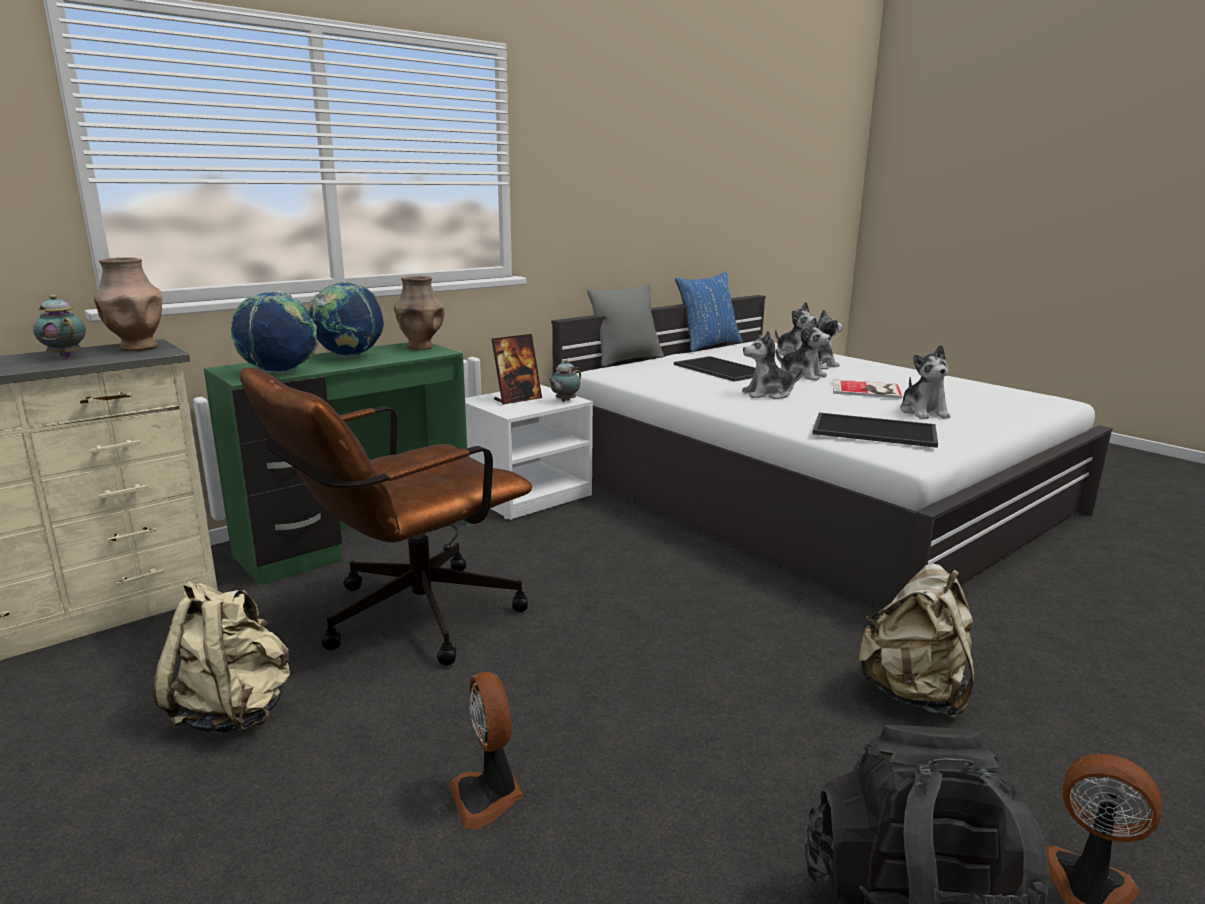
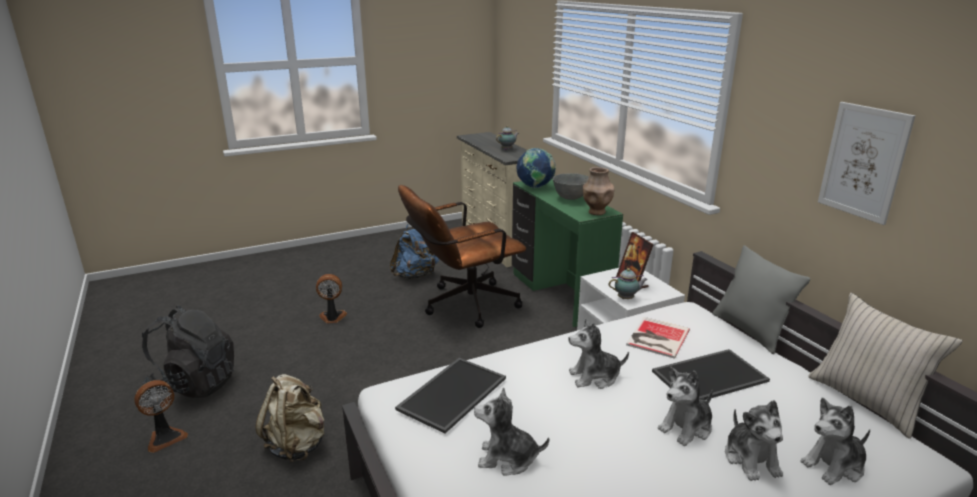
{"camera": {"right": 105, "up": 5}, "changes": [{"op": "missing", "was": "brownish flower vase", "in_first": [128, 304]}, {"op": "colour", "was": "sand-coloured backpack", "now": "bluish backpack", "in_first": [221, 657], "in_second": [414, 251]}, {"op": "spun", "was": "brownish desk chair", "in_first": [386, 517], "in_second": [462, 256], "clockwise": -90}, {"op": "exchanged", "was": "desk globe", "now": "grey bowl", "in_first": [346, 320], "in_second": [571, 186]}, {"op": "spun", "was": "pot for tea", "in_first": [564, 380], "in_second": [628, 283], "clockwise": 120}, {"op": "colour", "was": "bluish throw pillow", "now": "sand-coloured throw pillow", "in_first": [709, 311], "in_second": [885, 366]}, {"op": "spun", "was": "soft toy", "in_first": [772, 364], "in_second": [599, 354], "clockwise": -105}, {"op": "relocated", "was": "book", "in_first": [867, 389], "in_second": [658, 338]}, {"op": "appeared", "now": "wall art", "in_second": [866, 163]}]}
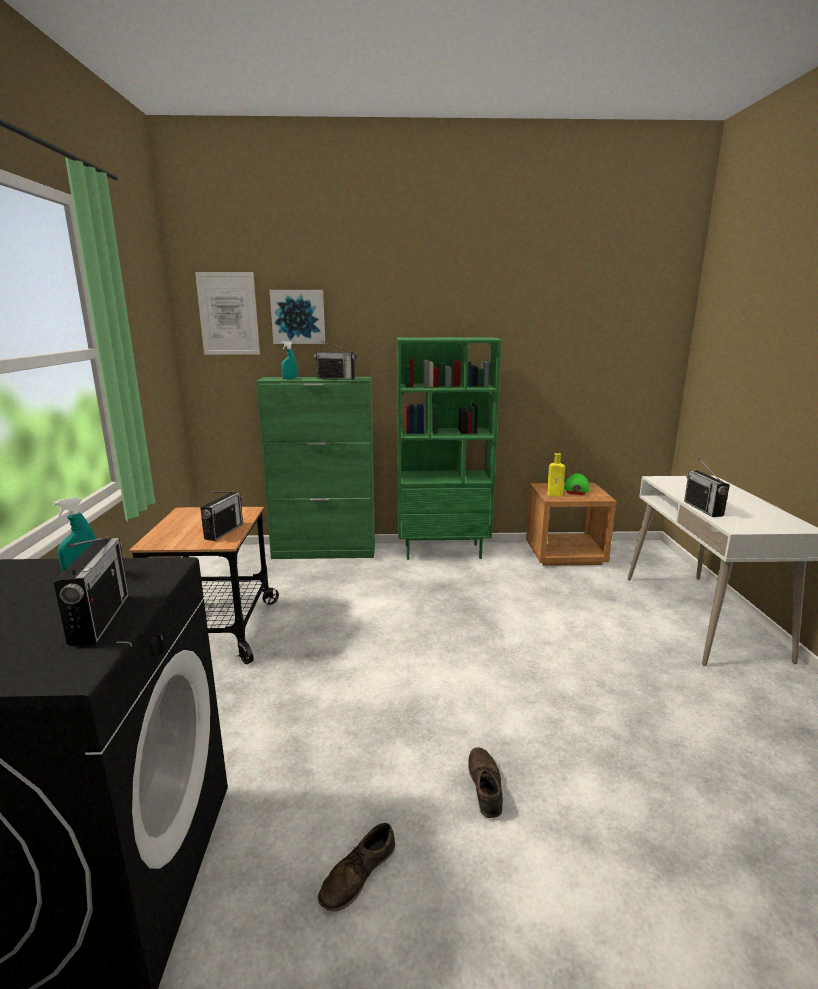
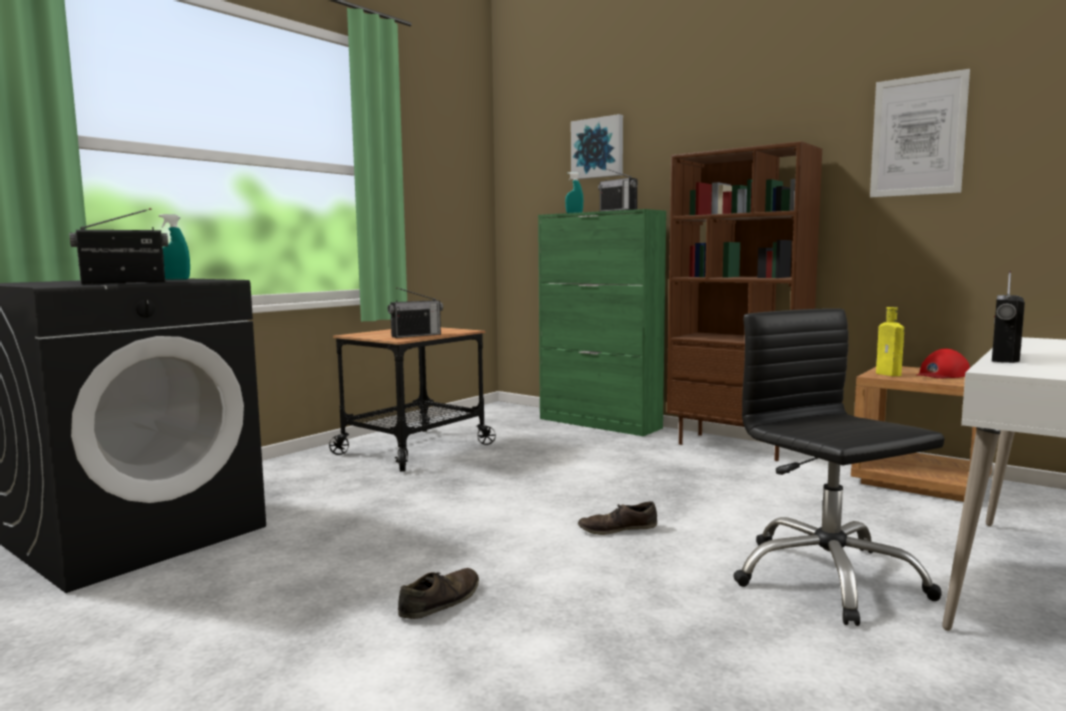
{"camera": {"right": 40, "up": -10}, "changes": [{"op": "spun", "was": "radio set", "in_first": [91, 591], "in_second": [119, 246], "clockwise": -150}, {"op": "relocated", "was": "wall art", "in_first": [227, 313], "in_second": [920, 133]}, {"op": "relocated", "was": "brownish shoe", "in_first": [356, 867], "in_second": [617, 518]}, {"op": "colour", "was": "green-coloured bookshelf", "now": "brownish bookshelf", "in_first": [449, 448], "in_second": [744, 301]}, {"op": "colour", "was": "green-coloured baseball cap", "now": "reddish baseball cap", "in_first": [576, 484], "in_second": [943, 364]}, {"op": "appeared", "now": "black-coloured desk chair", "in_second": [839, 467]}]}
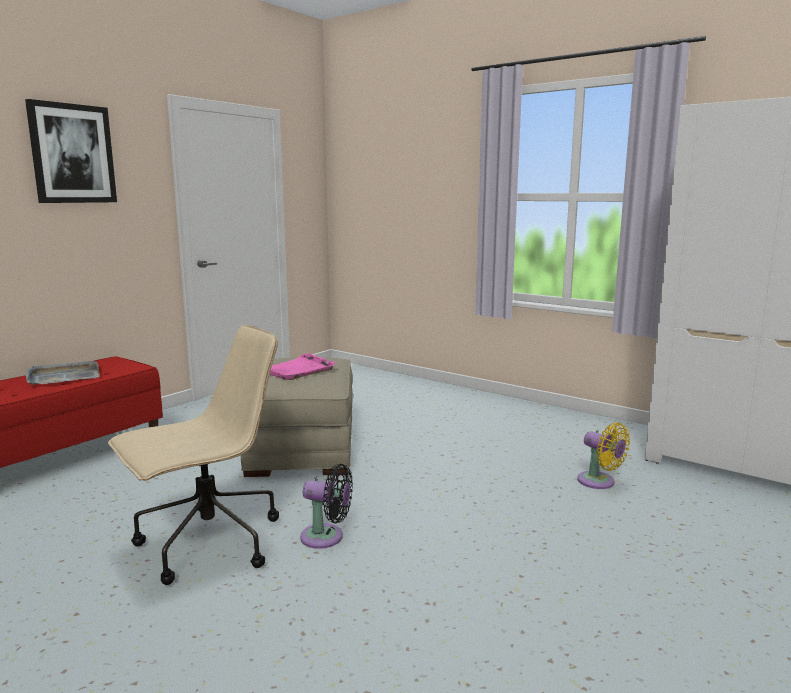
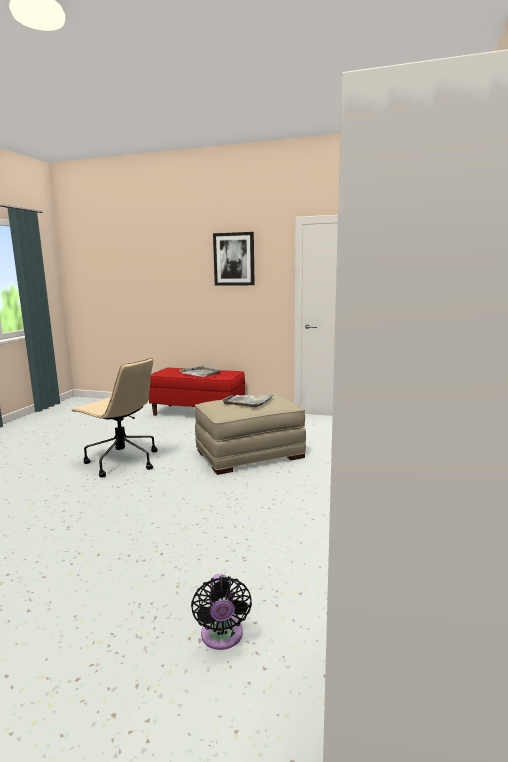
{"camera": {"right": 70, "up": 0}, "changes": [{"op": "colour", "was": "pink carrying tray", "now": "grey carrying tray", "in_first": [303, 366], "in_second": [247, 401]}, {"op": "relocated", "was": "black-coloured fan", "in_first": [326, 506], "in_second": [221, 612]}, {"op": "missing", "was": "yellow fan", "in_first": [603, 455]}]}
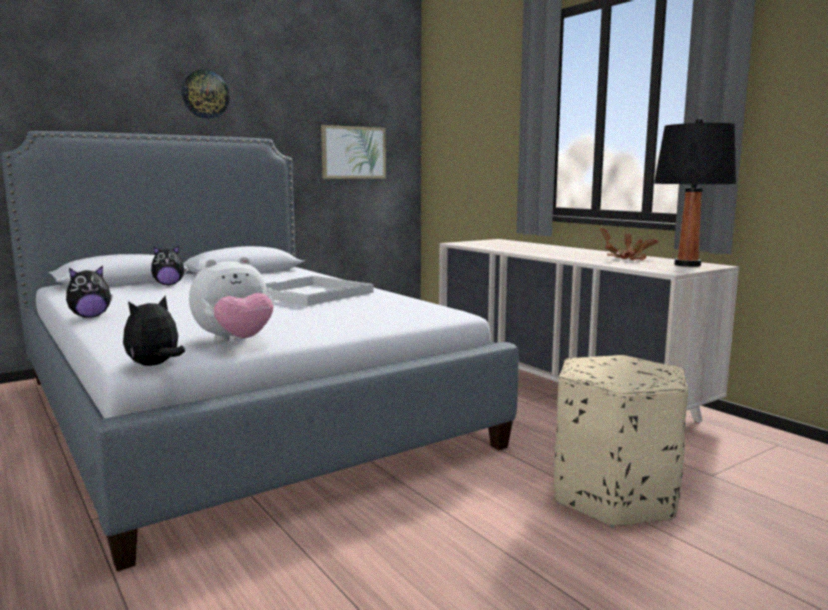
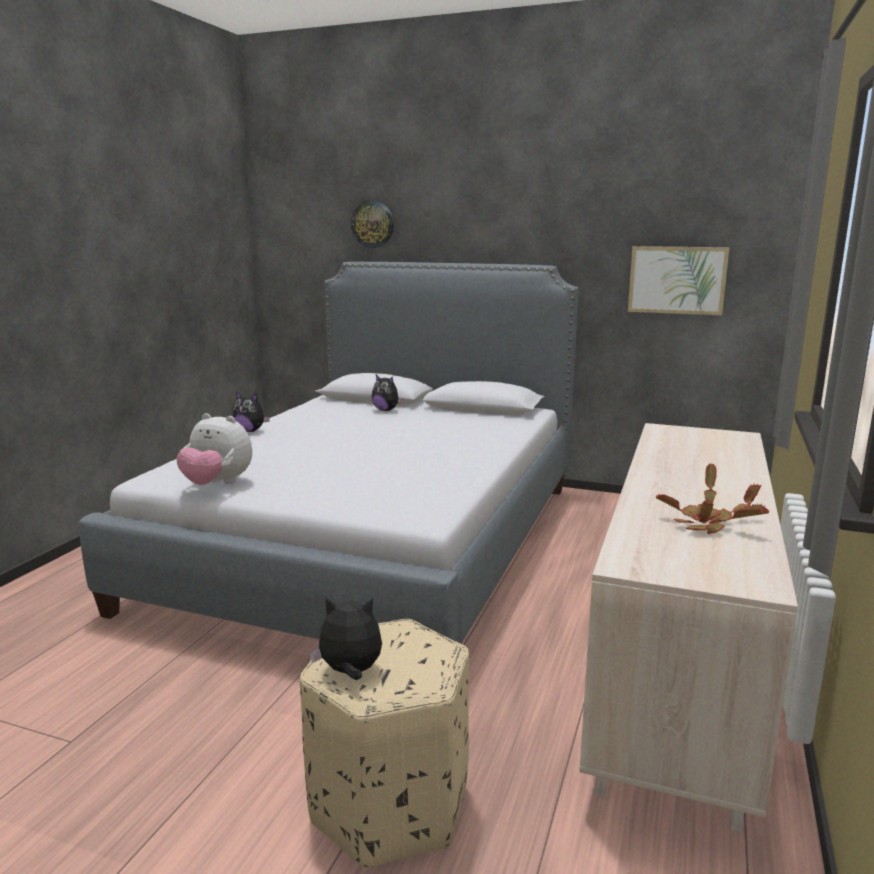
{"camera": {"right": 55, "up": 5}, "changes": [{"op": "relocated", "was": "soft toy", "in_first": [154, 331], "in_second": [346, 638]}, {"op": "relocated", "was": "clock on the wall", "in_first": [206, 94], "in_second": [372, 224]}, {"op": "missing", "was": "whitish carrying tray", "in_first": [319, 291]}, {"op": "missing", "was": "black-coloured lamp for a table", "in_first": [695, 192]}]}
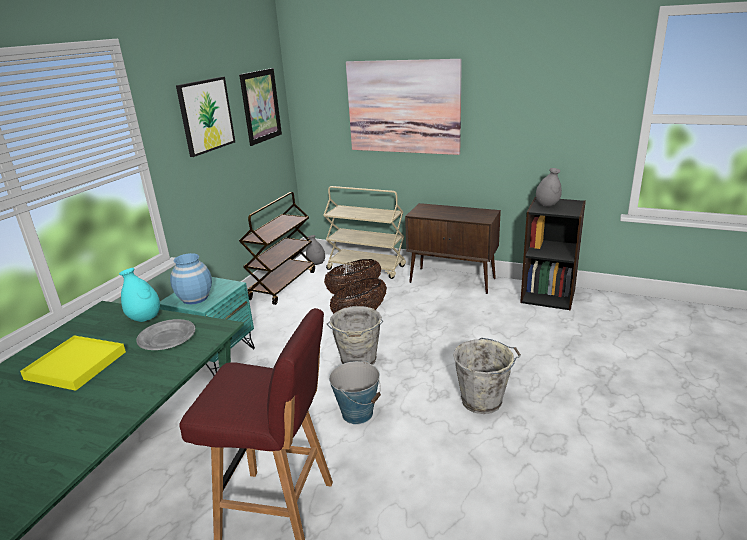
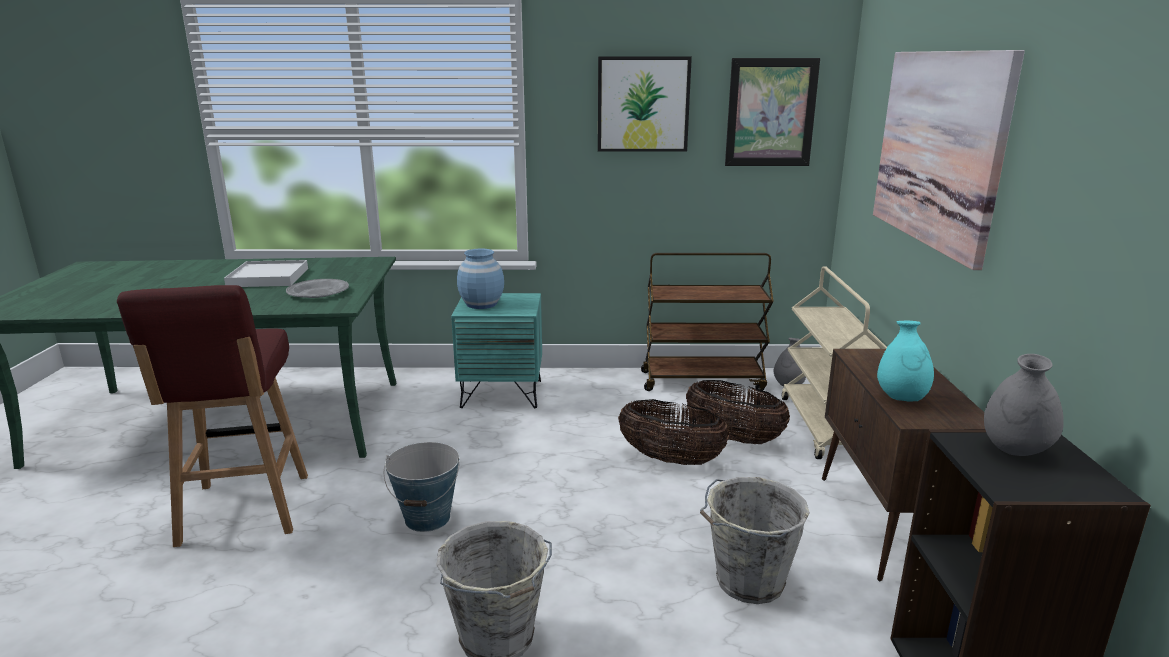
{"camera": {"right": 65, "up": -5}, "changes": [{"op": "colour", "was": "yellow carrying tray", "now": "whitish carrying tray", "in_first": [73, 363], "in_second": [266, 273]}, {"op": "relocated", "was": "turquoise flower vase", "in_first": [139, 295], "in_second": [905, 361]}, {"op": "relocated", "was": "grey water bucket", "in_first": [355, 335], "in_second": [755, 540]}]}
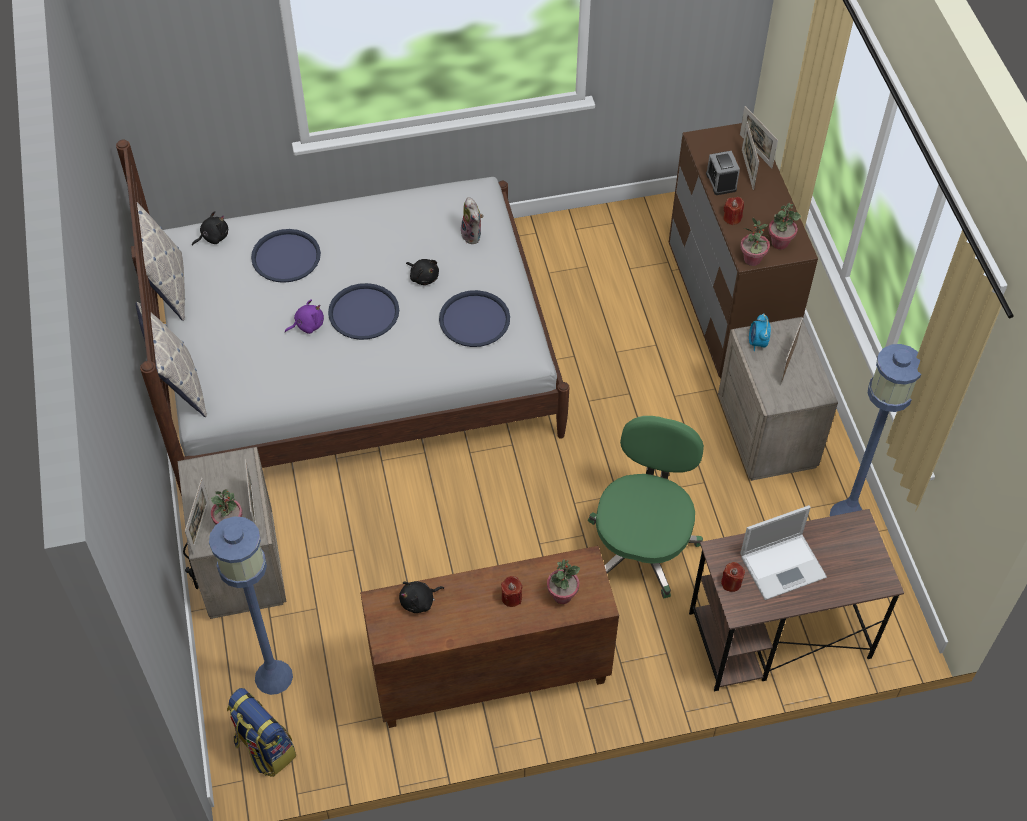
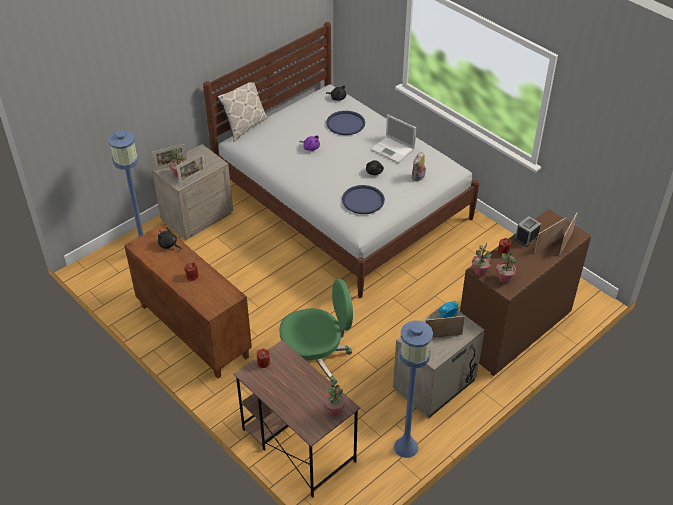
{"camera": {"right": 60, "up": -10}, "changes": [{"op": "missing", "was": "throw pillow", "in_first": [159, 261]}, {"op": "missing", "was": "backpack", "in_first": [261, 732]}, {"op": "missing", "was": "bluish carrying tray", "in_first": [363, 311]}, {"op": "relocated", "was": "houseplant", "in_first": [563, 581], "in_second": [334, 400]}, {"op": "relocated", "was": "laptop", "in_first": [783, 552], "in_second": [393, 139]}]}
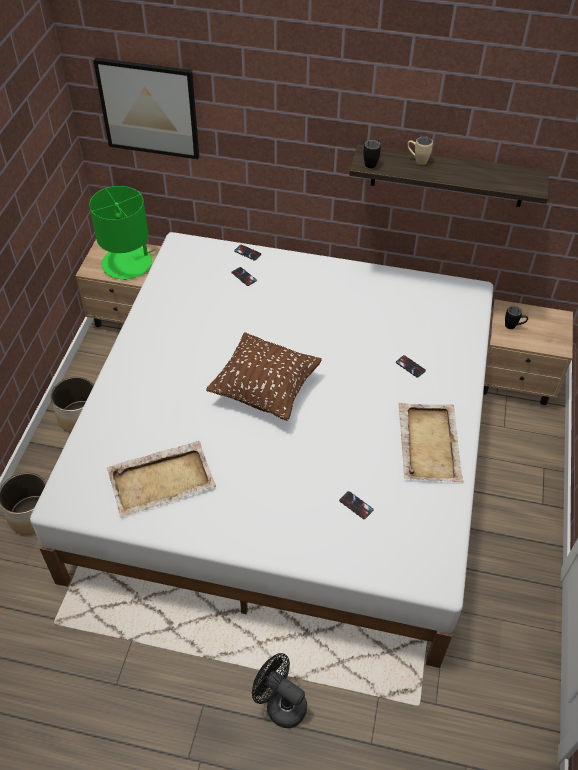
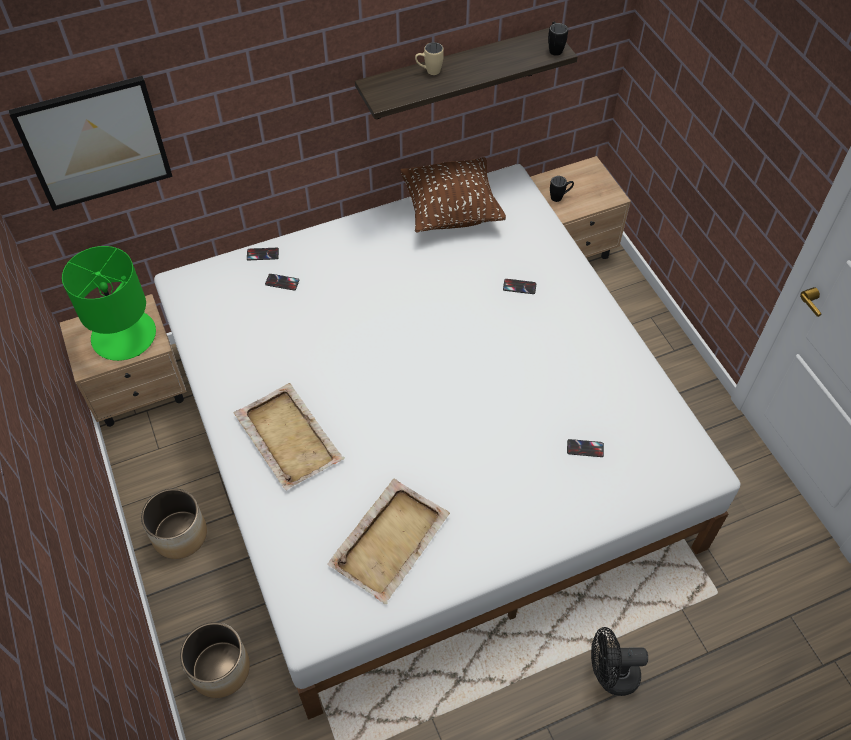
{"camera": {"right": -35, "up": 5}, "changes": [{"op": "relocated", "was": "brownish throw pillow", "in_first": [264, 376], "in_second": [453, 195]}, {"op": "relocated", "was": "black-coloured mug", "in_first": [372, 153], "in_second": [558, 38]}, {"op": "relocated", "was": "sand-coloured carrying tray", "in_first": [431, 443], "in_second": [289, 436]}]}
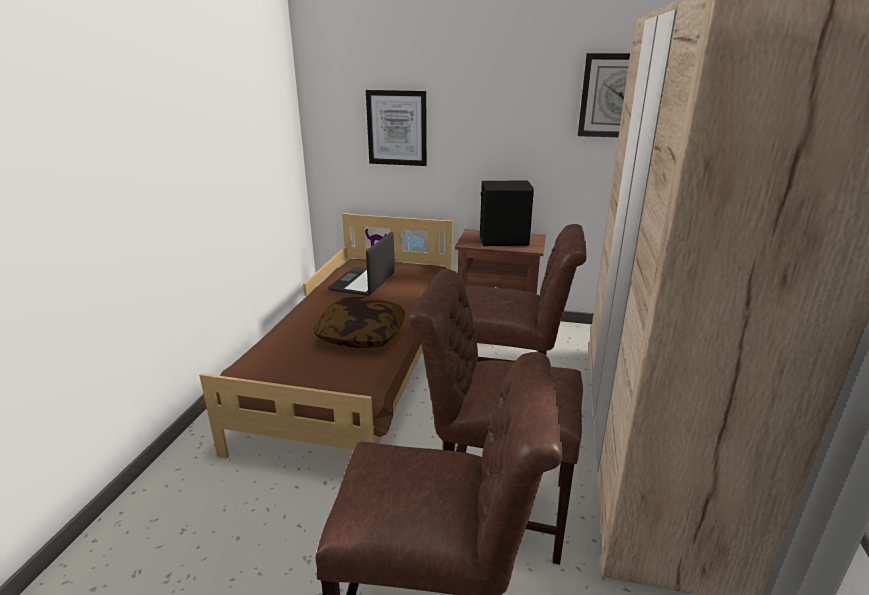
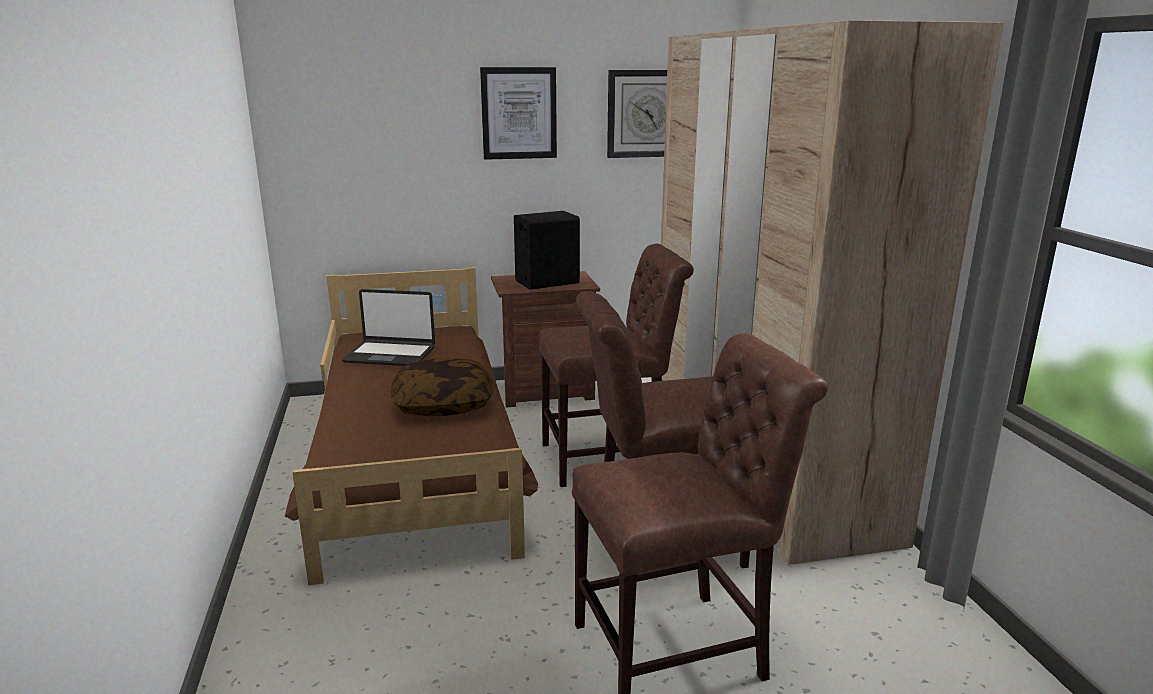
{"camera": {"right": -25, "up": -5}, "changes": [{"op": "spun", "was": "laptop", "in_first": [361, 264], "in_second": [388, 327], "clockwise": -75}, {"op": "relocated", "was": "wall art", "in_first": [396, 128], "in_second": [518, 113]}]}
